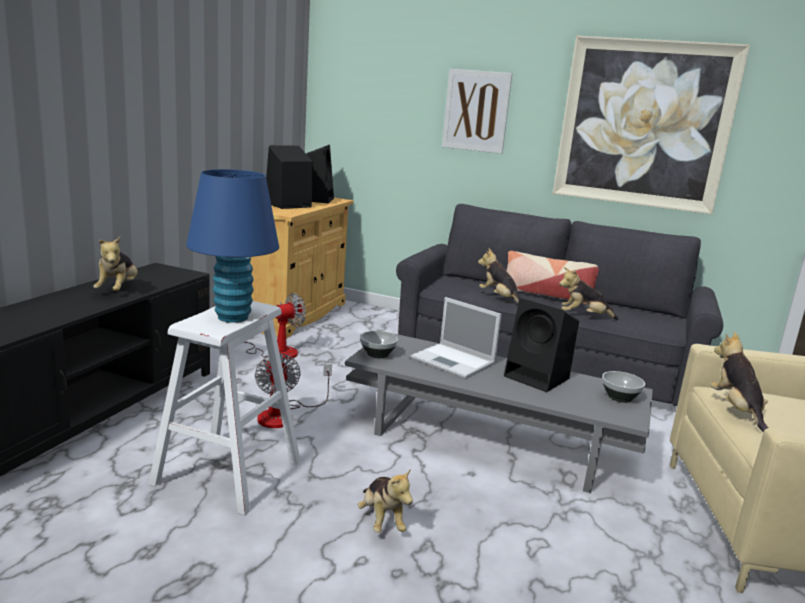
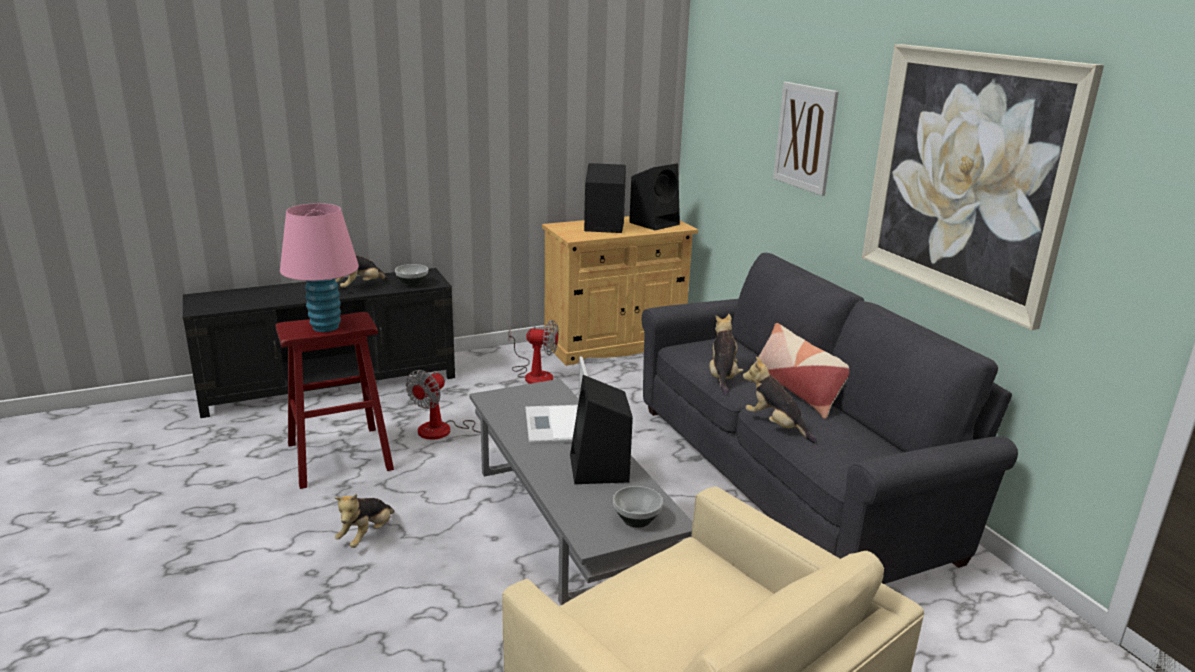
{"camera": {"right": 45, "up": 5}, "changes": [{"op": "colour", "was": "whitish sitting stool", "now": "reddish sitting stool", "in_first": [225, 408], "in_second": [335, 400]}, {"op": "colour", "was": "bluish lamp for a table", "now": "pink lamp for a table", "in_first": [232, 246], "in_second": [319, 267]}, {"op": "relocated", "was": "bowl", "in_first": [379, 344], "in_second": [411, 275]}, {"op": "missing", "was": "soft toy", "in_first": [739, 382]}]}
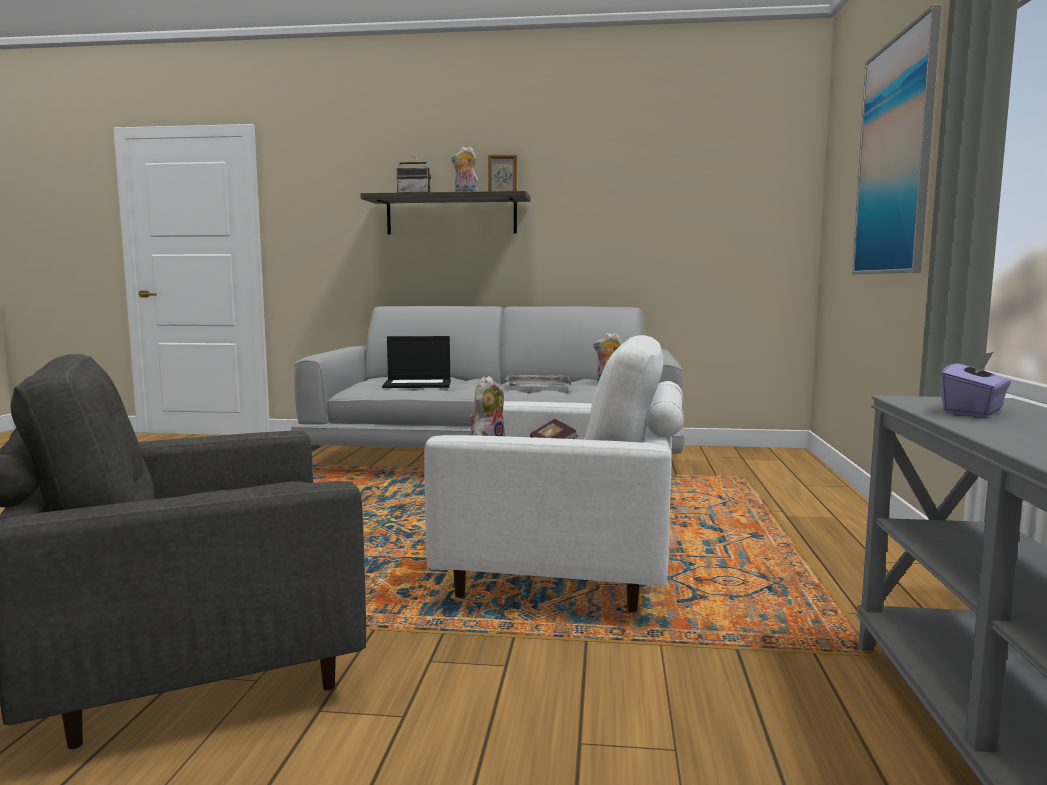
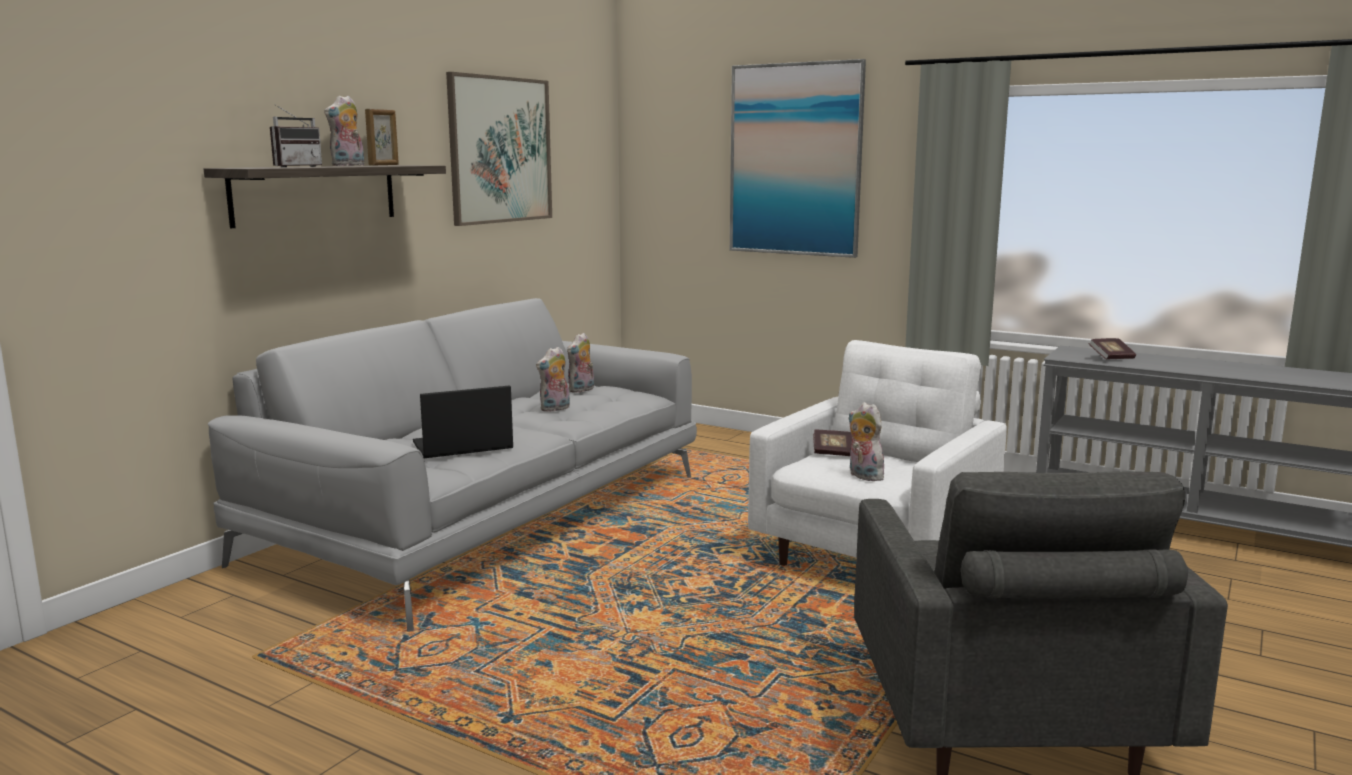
{"camera": {"right": -65, "up": 5}, "changes": [{"op": "spun", "was": "laptop", "in_first": [416, 362], "in_second": [463, 422], "clockwise": -135}, {"op": "exchanged", "was": "grey carrying tray", "now": "soft toy", "in_first": [538, 380], "in_second": [553, 379]}, {"op": "exchanged", "was": "purple box of tissues", "now": "book", "in_first": [975, 384], "in_second": [1112, 348]}, {"op": "appeared", "now": "wall art", "in_second": [499, 149]}]}
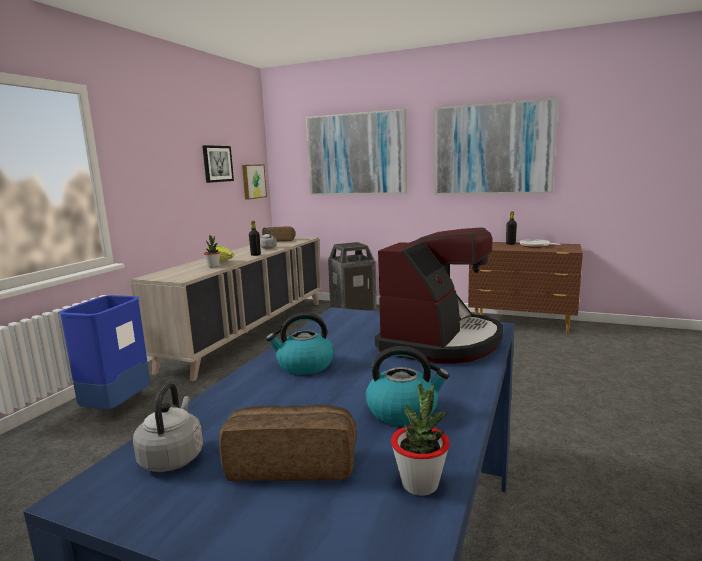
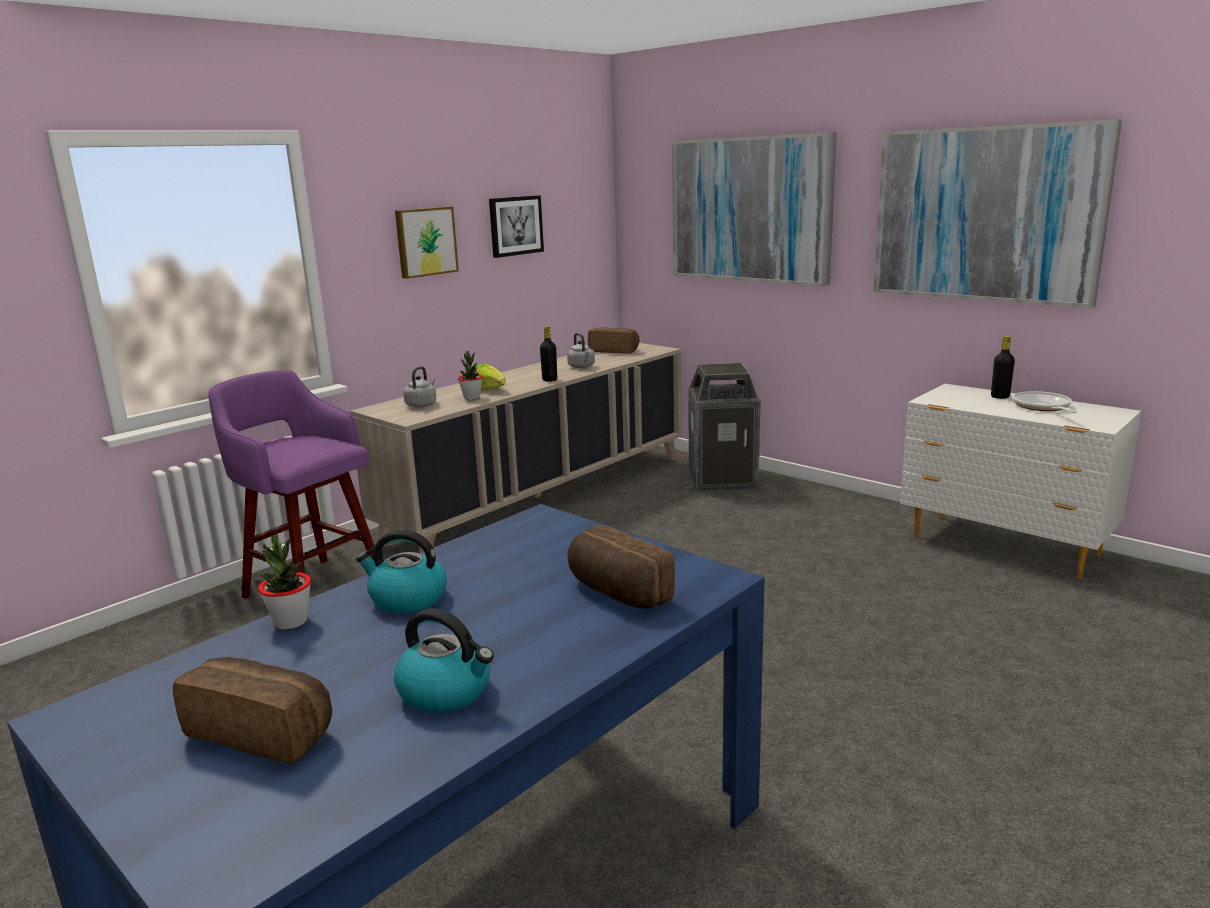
{"camera": {"right": 20, "up": 5}, "changes": [{"op": "exchanged", "was": "bluish rubbish bin", "now": "purple sitting stool", "in_first": [104, 352], "in_second": [291, 484]}, {"op": "relocated", "was": "grey water kettle", "in_first": [168, 427], "in_second": [419, 387]}, {"op": "relocated", "was": "wall art", "in_first": [254, 182], "in_second": [427, 242]}, {"op": "exchanged", "was": "coffee machine", "now": "bakery bread", "in_first": [439, 295], "in_second": [621, 567]}, {"op": "relocated", "was": "houseplant", "in_first": [420, 439], "in_second": [284, 582]}, {"op": "colour", "was": "brownish chest of drawers", "now": "whitish chest of drawers", "in_first": [525, 288], "in_second": [1020, 481]}]}
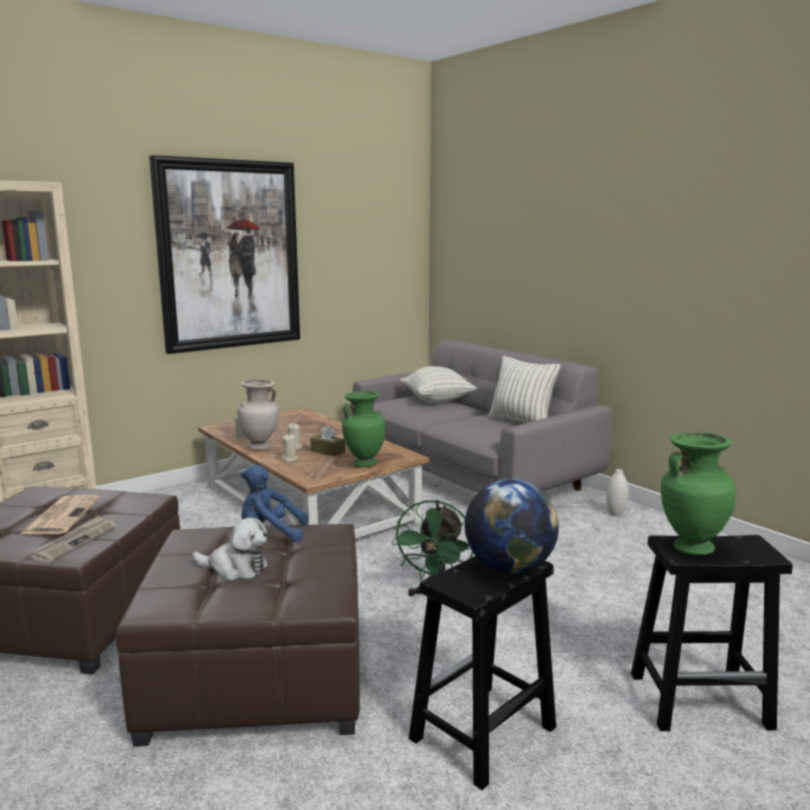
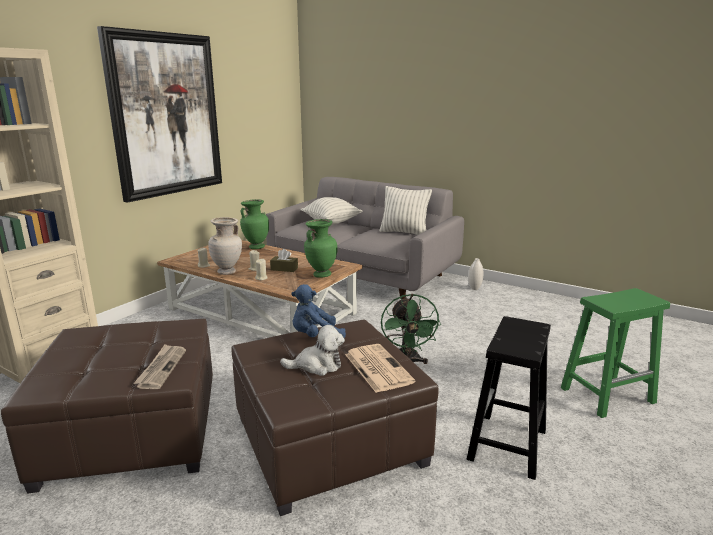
{"camera": {"right": -20, "up": 5}, "changes": [{"op": "relocated", "was": "newspaper", "in_first": [60, 515], "in_second": [380, 368]}, {"op": "missing", "was": "desk globe", "in_first": [512, 526]}, {"op": "colour", "was": "black-coloured sitting stool", "now": "green-coloured sitting stool", "in_first": [712, 633], "in_second": [615, 353]}, {"op": "relocated", "was": "green-coloured flower vase", "in_first": [698, 493], "in_second": [254, 224]}]}
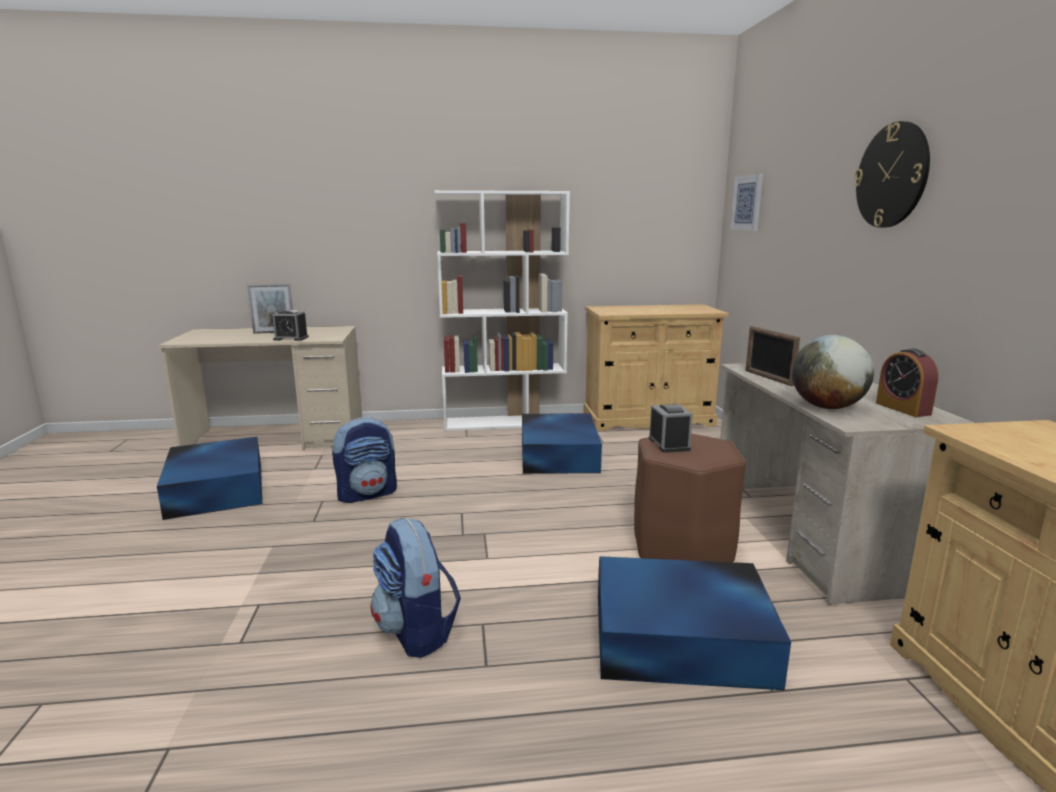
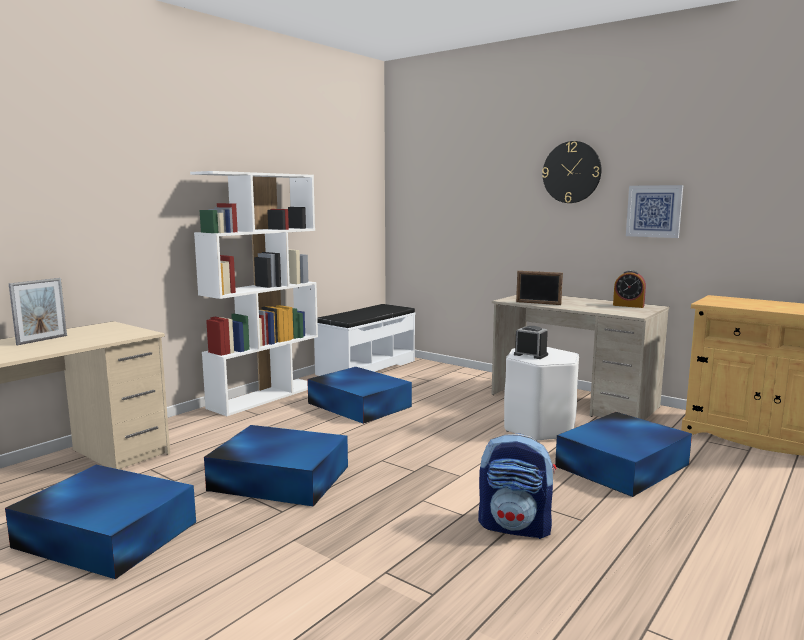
{"camera": {"right": -45, "up": -5}, "changes": [{"op": "missing", "was": "alarm clock", "in_first": [290, 325]}, {"op": "exchanged", "was": "backpack", "now": "bluish storage bin", "in_first": [364, 460], "in_second": [276, 466]}, {"op": "exchanged", "was": "sand-coloured cabinet", "now": "whitish indoor bench", "in_first": [656, 367], "in_second": [364, 340]}, {"op": "colour", "was": "brownish sitting stool", "now": "whitish sitting stool", "in_first": [690, 497], "in_second": [541, 394]}, {"op": "relocated", "was": "wall art", "in_first": [746, 202], "in_second": [654, 211]}, {"op": "missing", "was": "desk globe", "in_first": [833, 372]}]}
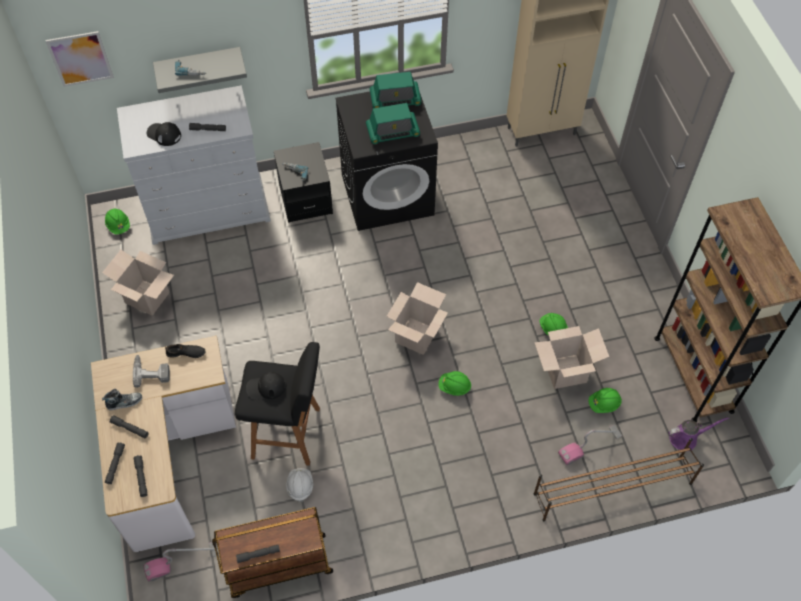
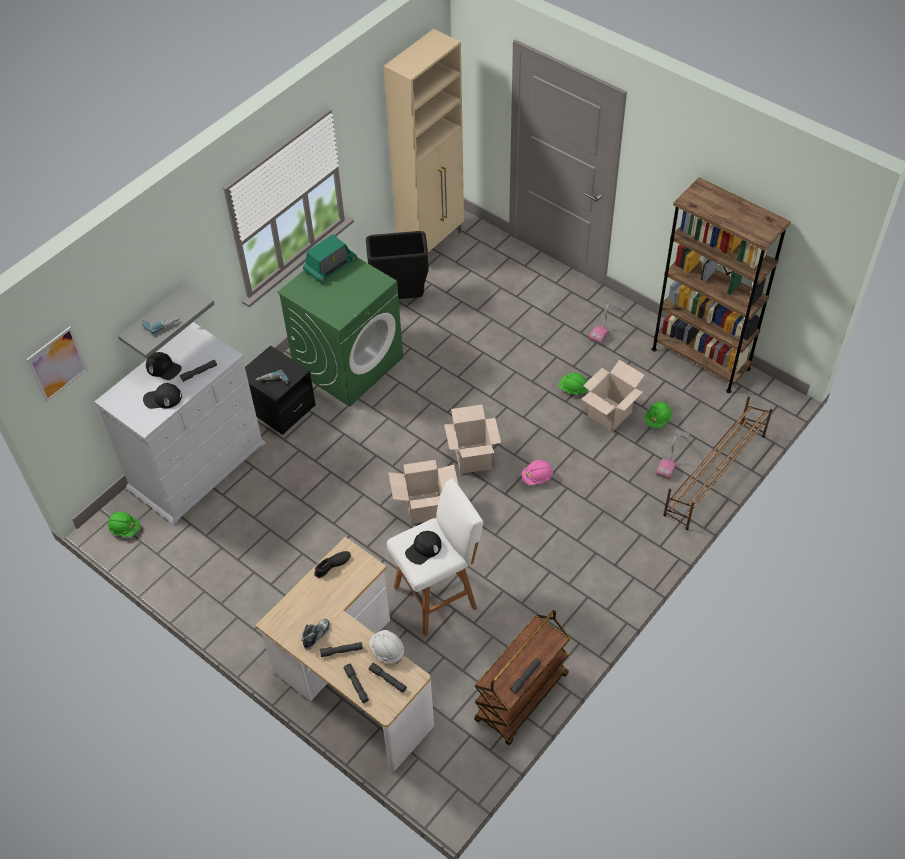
{"camera": {"right": -35, "up": -5}, "changes": [{"op": "relocated", "was": "carton", "in_first": [138, 283], "in_second": [423, 492]}, {"op": "missing", "was": "drill", "in_first": [151, 371]}, {"op": "relocated", "was": "vacuum cleaner", "in_first": [181, 562], "in_second": [608, 323]}, {"op": "colour", "was": "black-coloured sitting stool", "now": "whitish sitting stool", "in_first": [277, 404], "in_second": [435, 557]}, {"op": "relocated", "was": "whitish hard hat", "in_first": [299, 485], "in_second": [386, 647]}, {"op": "colour", "was": "black-coloured washing machine", "now": "green-coloured washing machine", "in_first": [386, 161], "in_second": [340, 332]}, {"op": "missing", "was": "radio set", "in_first": [393, 123]}, {"op": "colour", "was": "green-coloured hard hat", "now": "pink hard hat", "in_first": [455, 383], "in_second": [537, 472]}, {"op": "missing", "was": "purple sprinkling can", "in_first": [699, 433]}, {"op": "appeared", "now": "black-coloured baseball cap", "in_second": [164, 366]}, {"op": "appeared", "now": "black-coloured rubbish bin", "in_second": [397, 265]}]}
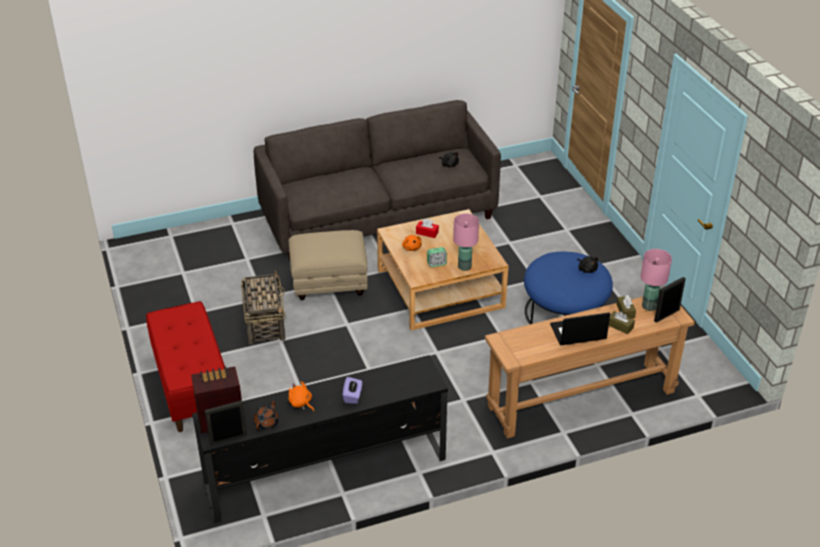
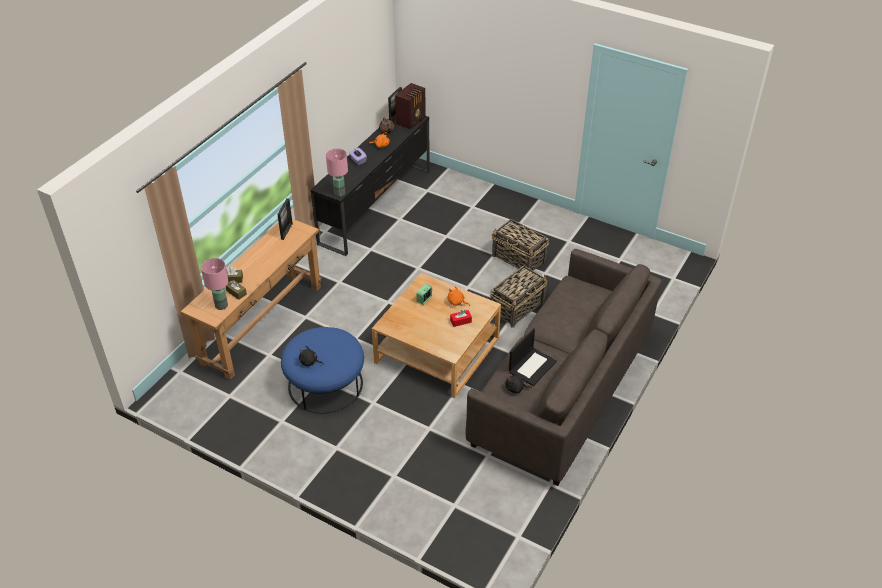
{"camera": {"right": 140, "up": 5}, "changes": [{"op": "missing", "was": "reddish indoor bench", "in_first": [185, 366]}, {"op": "exchanged", "was": "sand-coloured pouffe", "now": "storage basket", "in_first": [328, 265], "in_second": [518, 297]}, {"op": "relocated", "was": "pink lamp for a table", "in_first": [466, 242], "in_second": [337, 173]}, {"op": "relocated", "was": "laptop", "in_first": [580, 329], "in_second": [533, 357]}, {"op": "relocated", "was": "standing frame", "in_first": [670, 300], "in_second": [285, 219]}]}
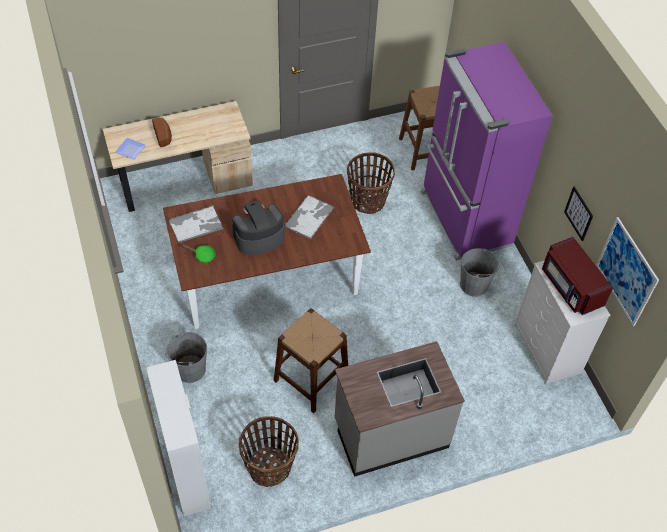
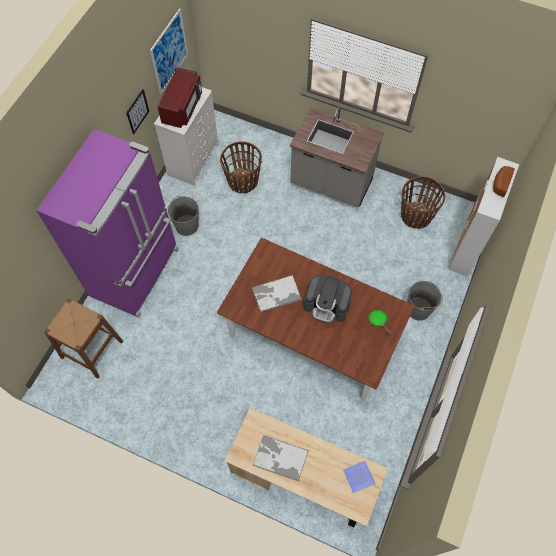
{"camera": {"right": -135, "up": 10}, "changes": [{"op": "relocated", "was": "bakery bread", "in_first": [162, 132], "in_second": [504, 181]}, {"op": "relocated", "was": "carrying tray", "in_first": [196, 224], "in_second": [281, 458]}, {"op": "missing", "was": "brownish sitting stool", "in_first": [311, 360]}, {"op": "relocated", "was": "storage basket", "in_first": [371, 183], "in_second": [241, 167]}]}
